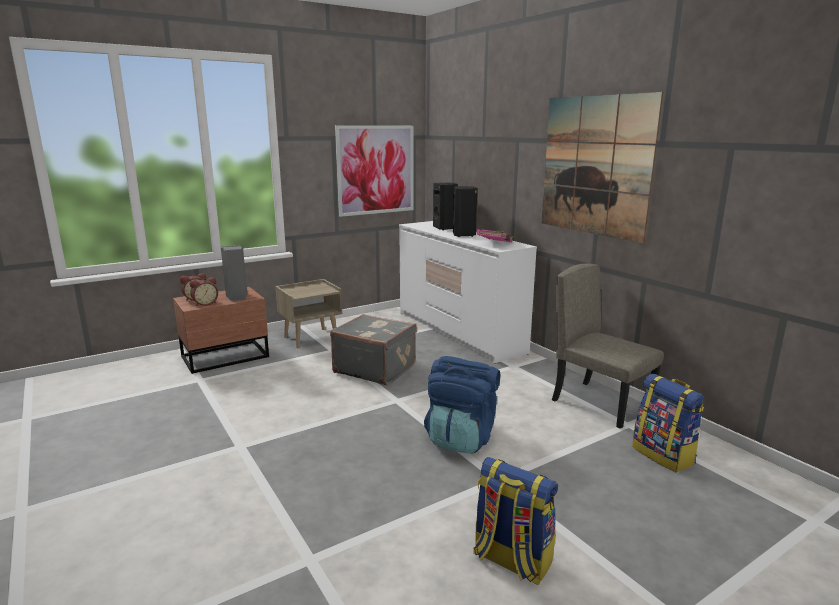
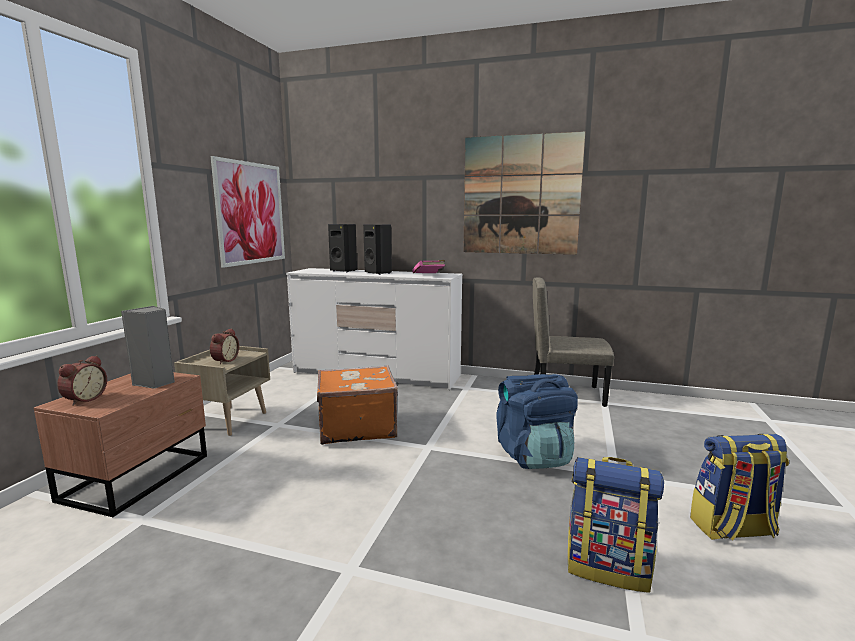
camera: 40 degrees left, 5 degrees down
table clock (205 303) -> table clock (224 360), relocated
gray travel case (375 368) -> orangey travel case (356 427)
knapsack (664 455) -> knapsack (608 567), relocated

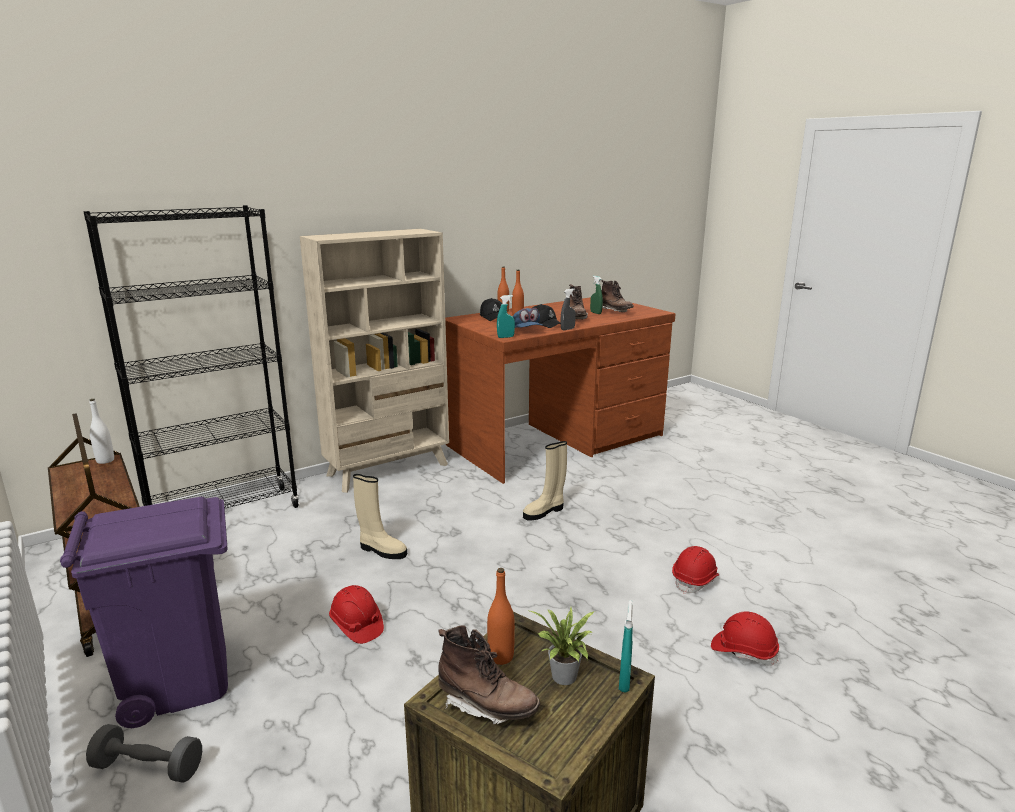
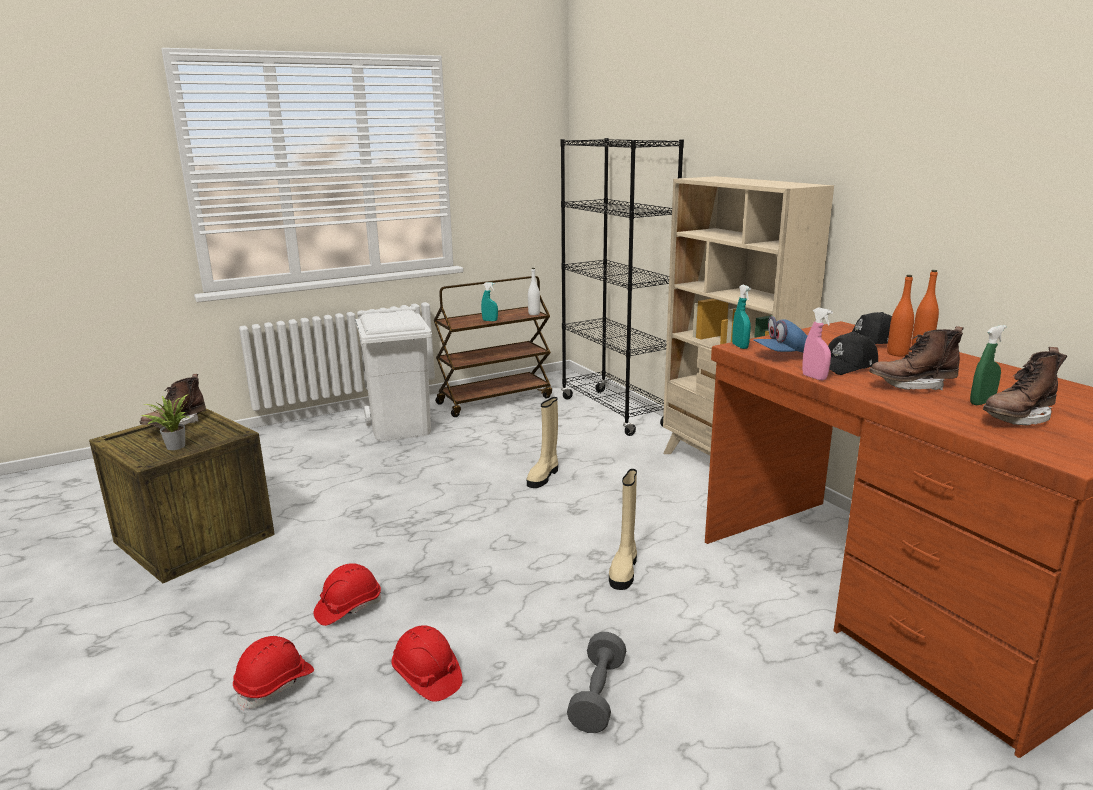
camera: 95 degrees right, 0 degrees up
red-coloured safety helmet (356 625) -> red-coloured safety helmet (348 608), relocated
purple trash can (179 681) -> white trash can (401 428)
blue-green spray bottle (624 682) -> blue-green spray bottle (490 320), relocated
gray free weight (148 767) -> gray free weight (598 696), relocated
sand-coloured tall boot (544 512) -> sand-coloured tall boot (624 570), 135 degrees counterclockwise
gray spray bottle (567 329) -> pink spray bottle (814 377)
orangey bottle (501 657) -> none

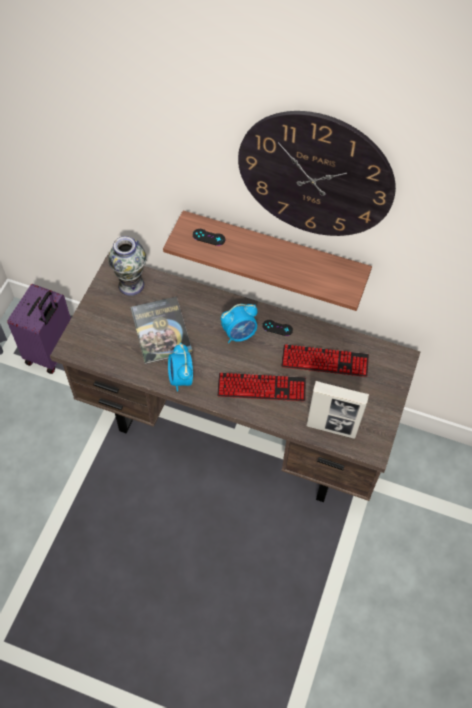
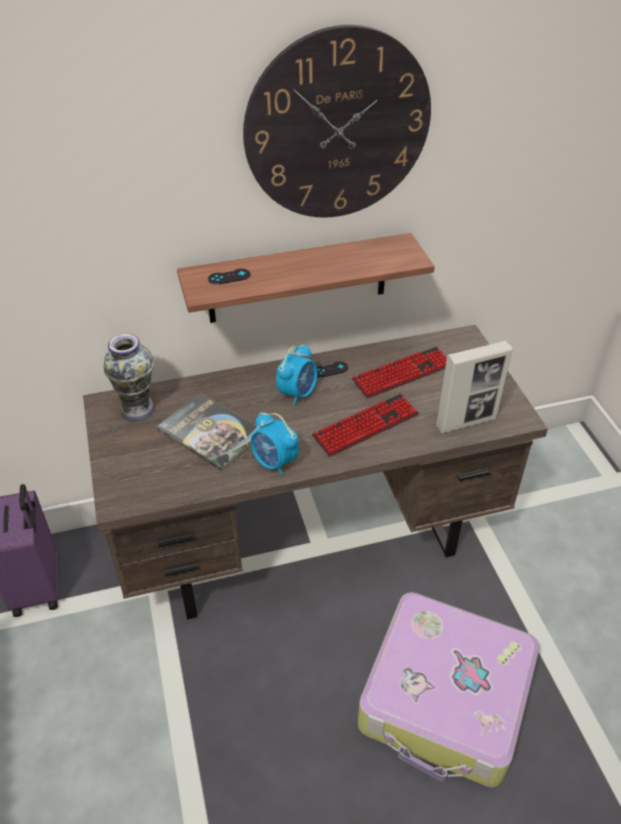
camera: 35 degrees left, 15 degrees down
none -> travel case (446 699)

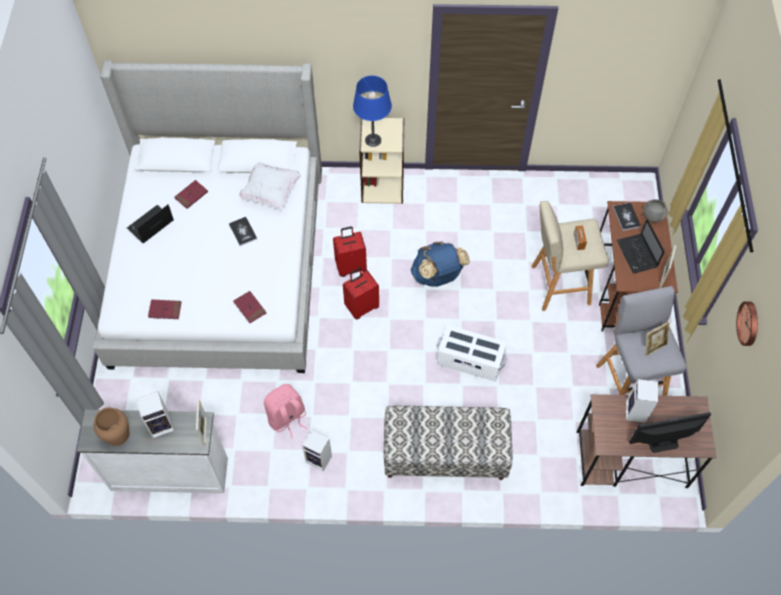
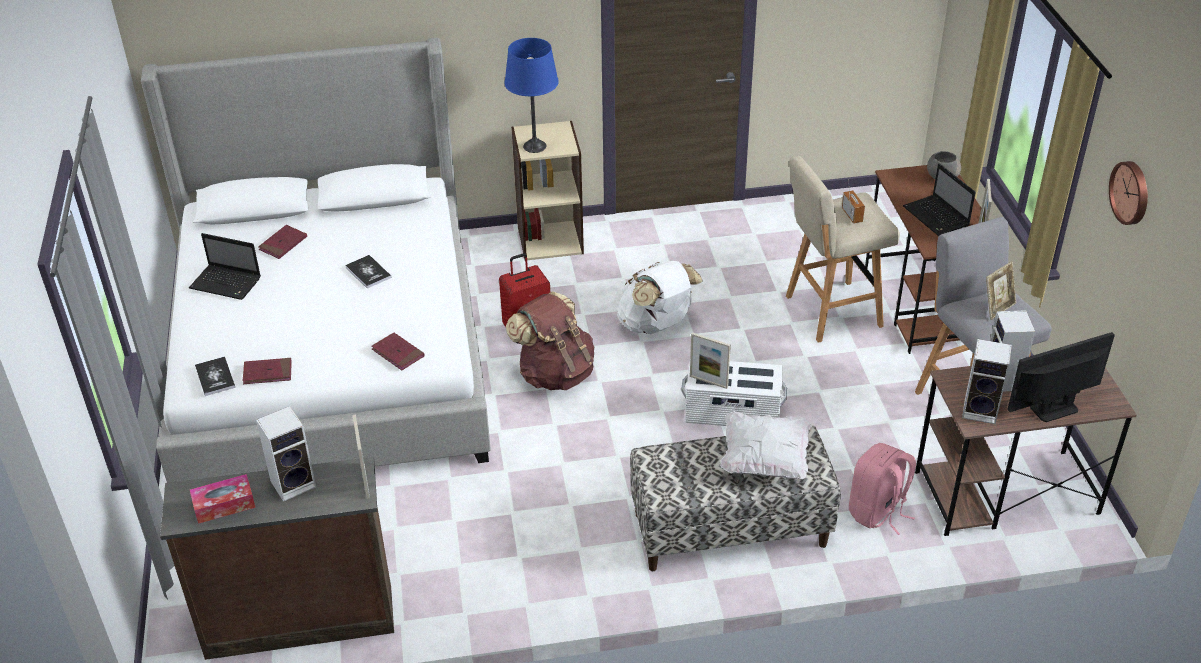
camera: 10 degrees left, 20 degrees down
white dresser (169 472) -> brown-coloured dresser (298 620)
notebook computer (150 226) -> notebook computer (227 283), 105 degrees counterclockwise
brown-coloured vase (117 434) -> box of tissues (224 505)
volume (626 217) -> volume (215 377), relocated
red-coloured travel case (361 306) -> brown-coloured knapsack (555 373)
blue knapsack (437 276) -> white knapsack (656 325)
none -> standing frame (708 382)
white throw pillow (271 192) -> white throw pillow (764 460), relocated
pink knapsack (287 418) -> pink knapsack (877 512), relocated
audio speaker (320 459) -> audio speaker (981 410), relocated

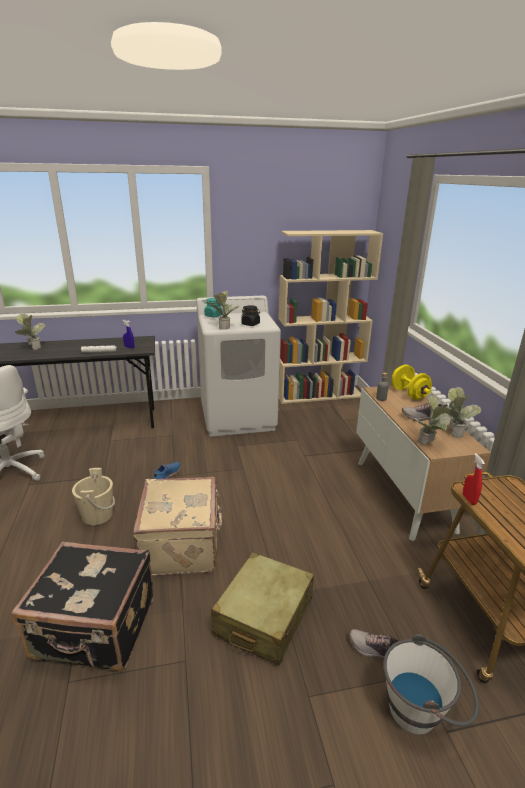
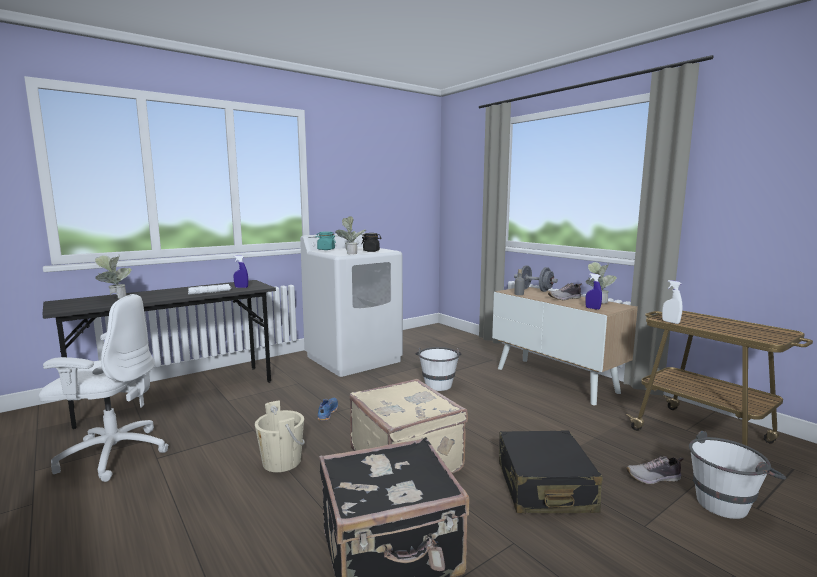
camera: 25 degrees left, 15 degrees down
none -> white water bucket (438 383)
sand-coloured travel case (263 617) -> blackish travel case (544 486)
yellow-coloured free weight (409 394) -> gray free weight (534 290)
potted plant (428 444) -> blue spray bottle (592 308)
red-coloured spray bottle (469 499) -> white spray bottle (670 322)
sand-coloured shelving unit (319 395) -> none

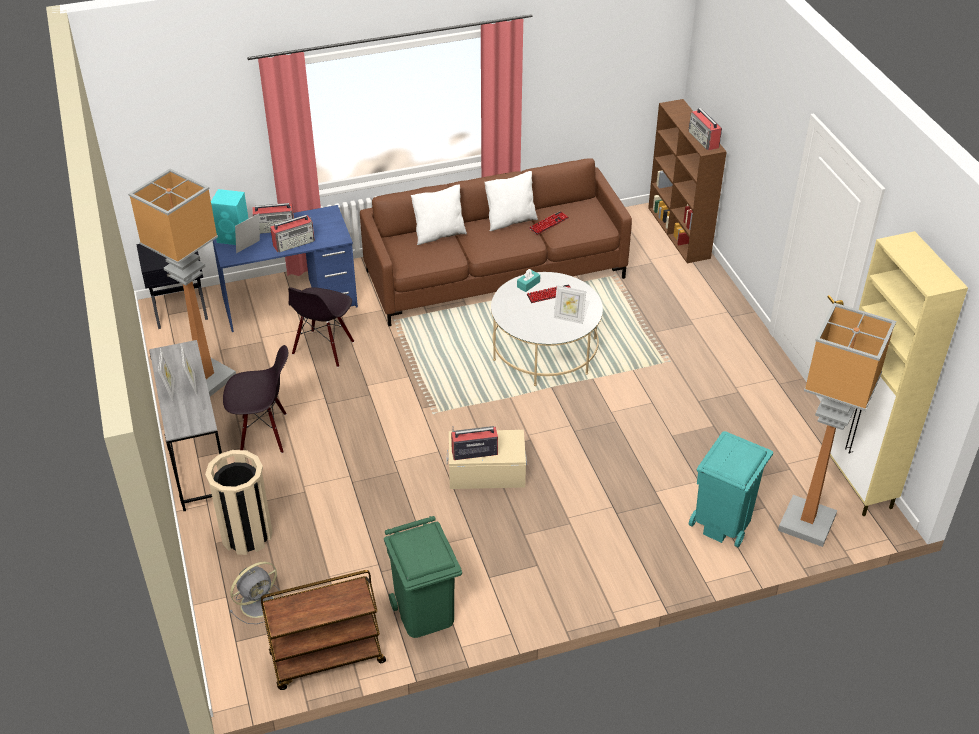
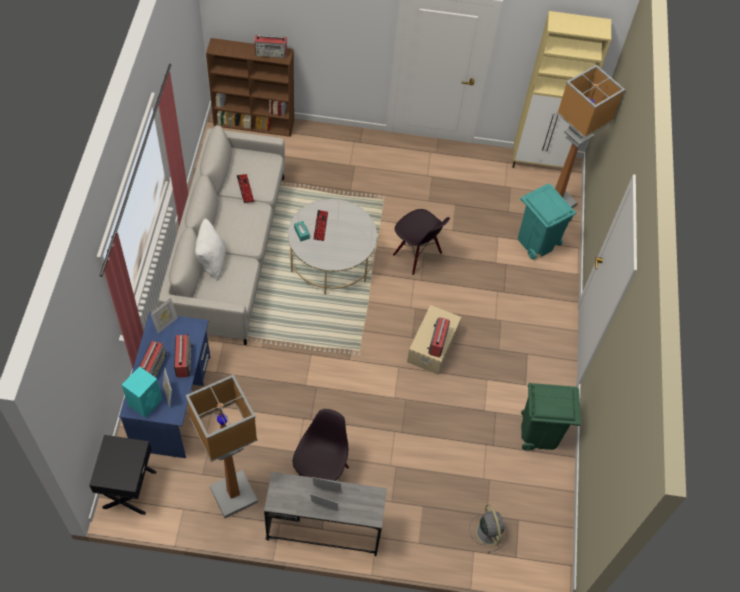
camera: 70 degrees left, 15 degrees up
standing frame (569 318) -> standing frame (166 324), relocated
brown-coloured sofa (495 275) -> gray sofa (229 252)
blackish chair (324 348) -> blackish chair (417 254), relocated
sand-coloured trash can (246 535) -> none
brown-coloured wheeled cart (326 659) -> none
white throw pillow (510 220) -> none

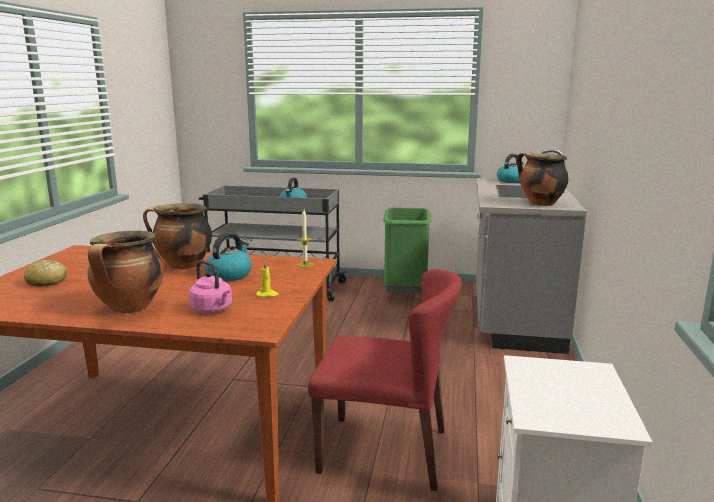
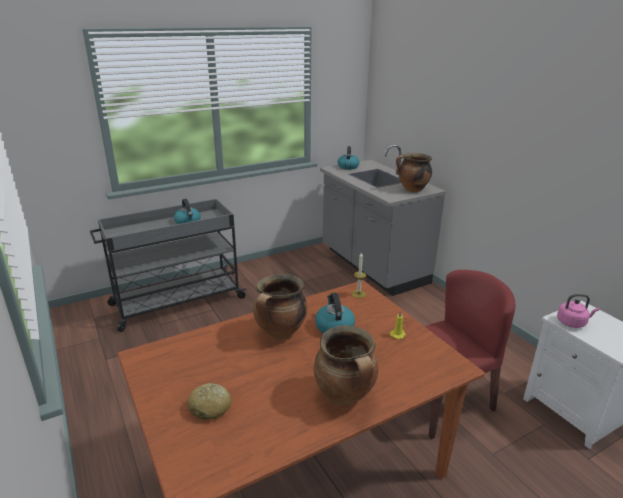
camera: 40 degrees left, 10 degrees up
pink water kettle (213 310) -> pink water kettle (572 322), relocated
greenish trash can (405 295) -> none

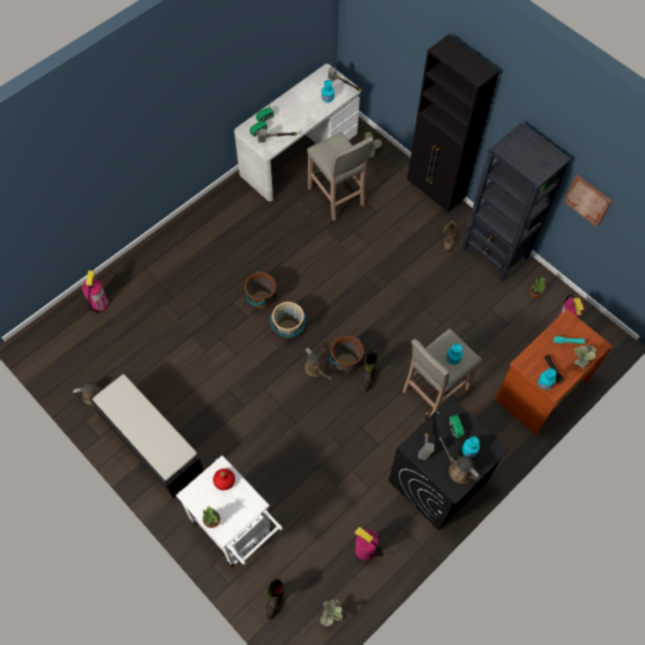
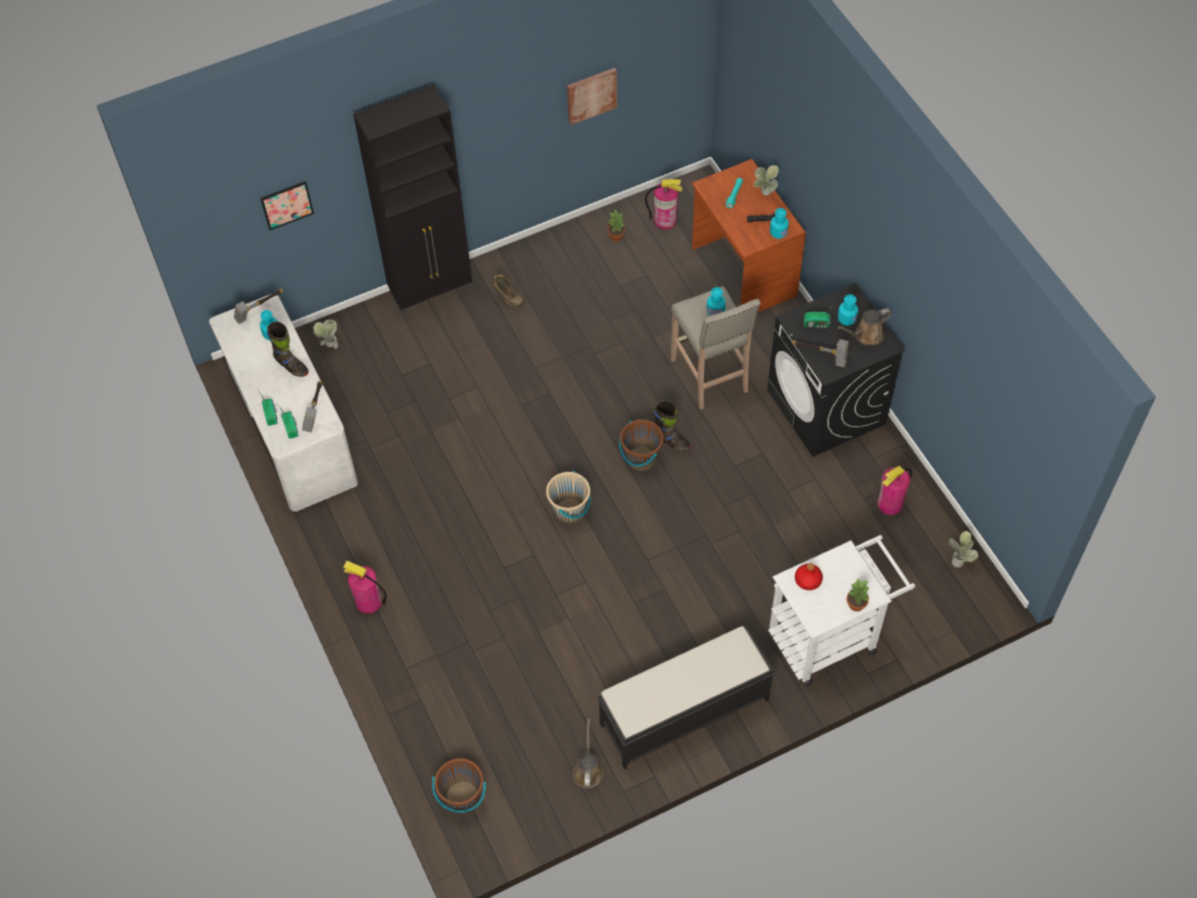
camera: 70 degrees left, 5 degrees down
none -> wall art (287 205)
blackish tall boot (274 602) -> blackish tall boot (291 366), relocated
extinguisher (99 304) -> extinguisher (368 602), relocated
brown-coloured water bucket (261 299) -> brown-coloured water bucket (462 797), relocated
brown-coloured sprinkling can (316 369) -> none
sand-coloured sitting stool (336 197) -> none
blackish shelving unit (495 254) -> none

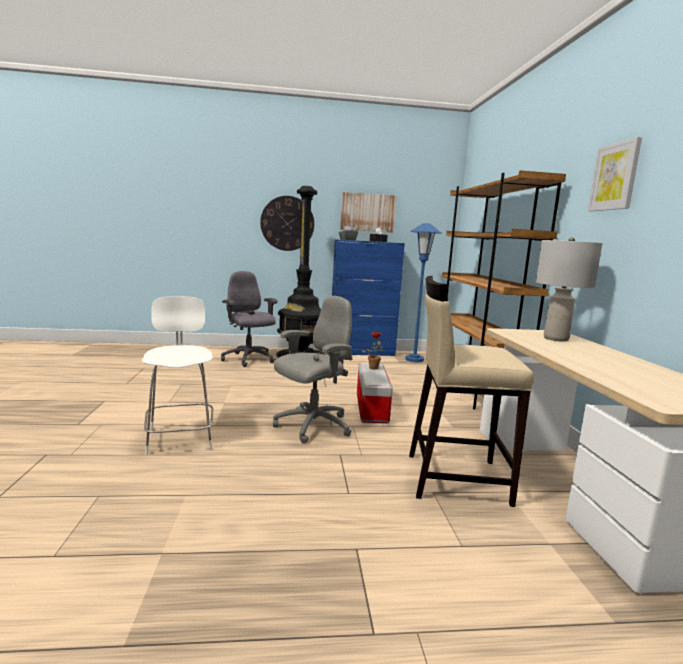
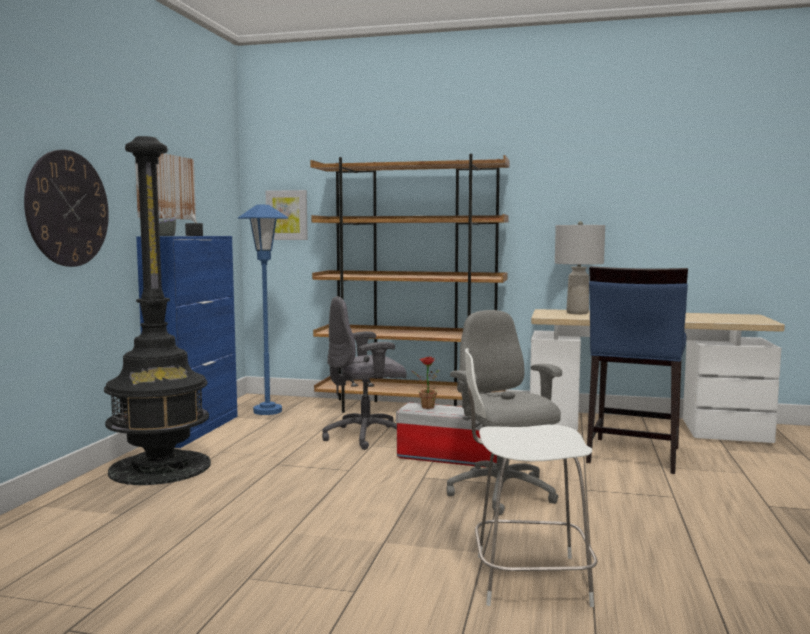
camera: 70 degrees left, 5 degrees down
wall art (615 177) -> wall art (287 215), relocated
gray office chair (248 359) -> gray office chair (366 436), relocated
sand-coloured sitting stool (455 478) -> blue sitting stool (632 455)

